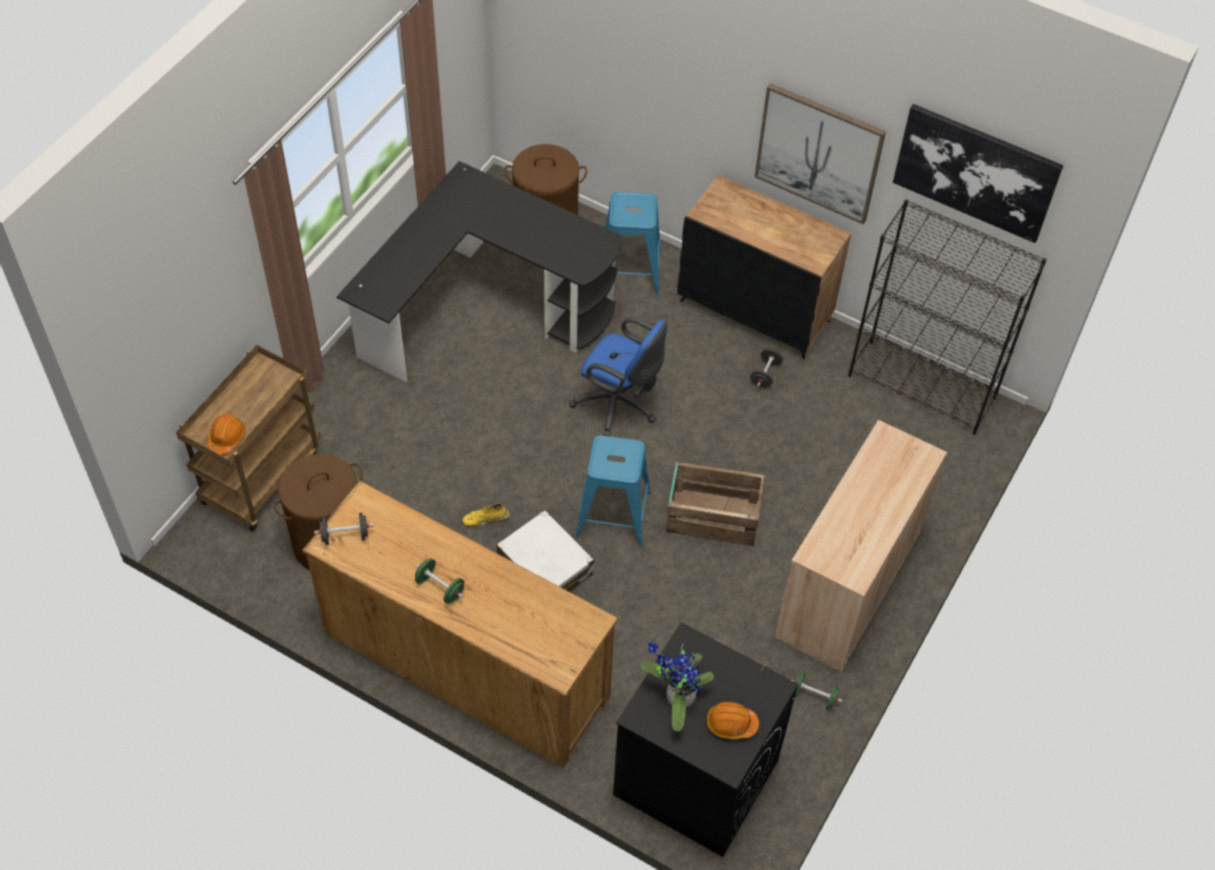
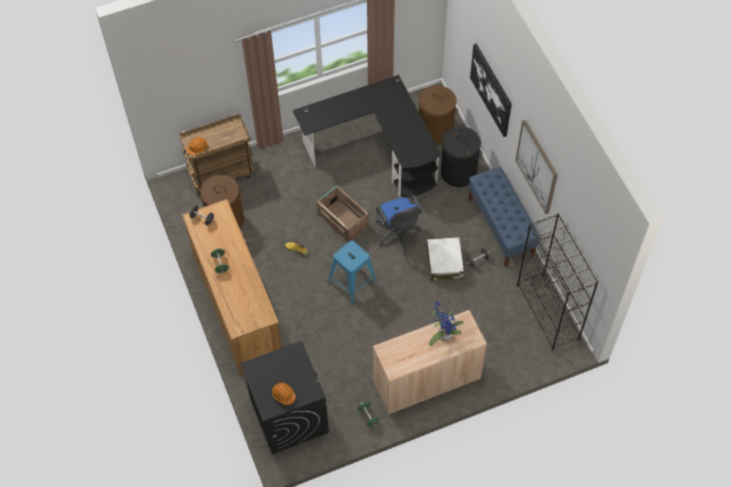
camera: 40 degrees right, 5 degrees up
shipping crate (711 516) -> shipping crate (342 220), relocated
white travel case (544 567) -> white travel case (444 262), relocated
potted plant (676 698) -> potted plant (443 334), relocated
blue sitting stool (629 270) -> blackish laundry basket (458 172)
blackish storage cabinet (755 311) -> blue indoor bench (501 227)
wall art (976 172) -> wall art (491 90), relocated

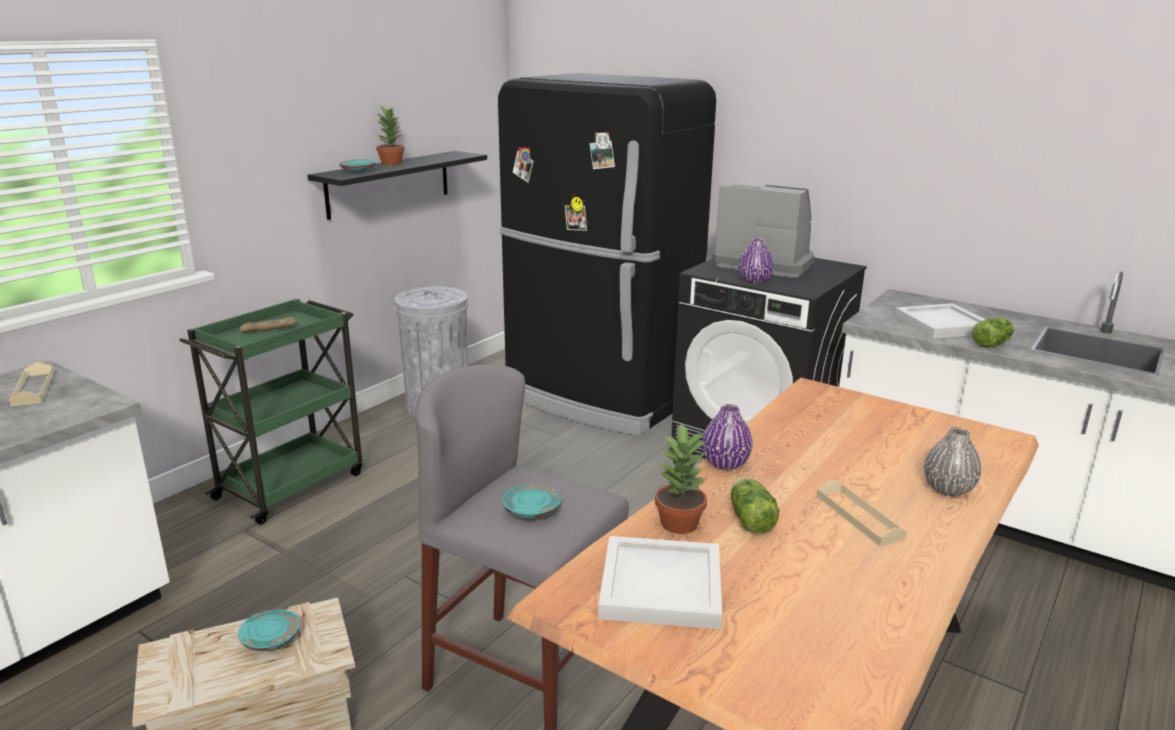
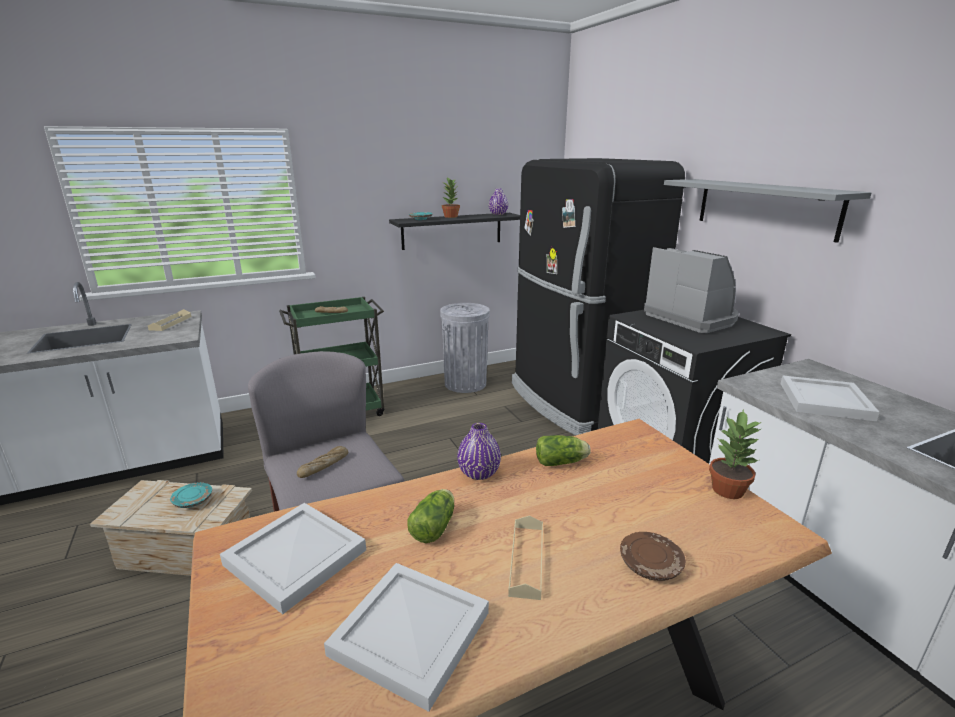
camera: 30 degrees right, 0 degrees up
blue-green plate (531 510) -> bread (324 466)
none -> white serving tray (413 632)
purple vase (754 281) -> purple vase (498 214), relocated
head of lettuce (993 343) -> head of lettuce (562 462), relocated
gray vase (948 489) -> brown-coloured plate (650 564)
none -> gray wall shelf (765 207)
potted plant (680 523) -> potted plant (728 490), relocated

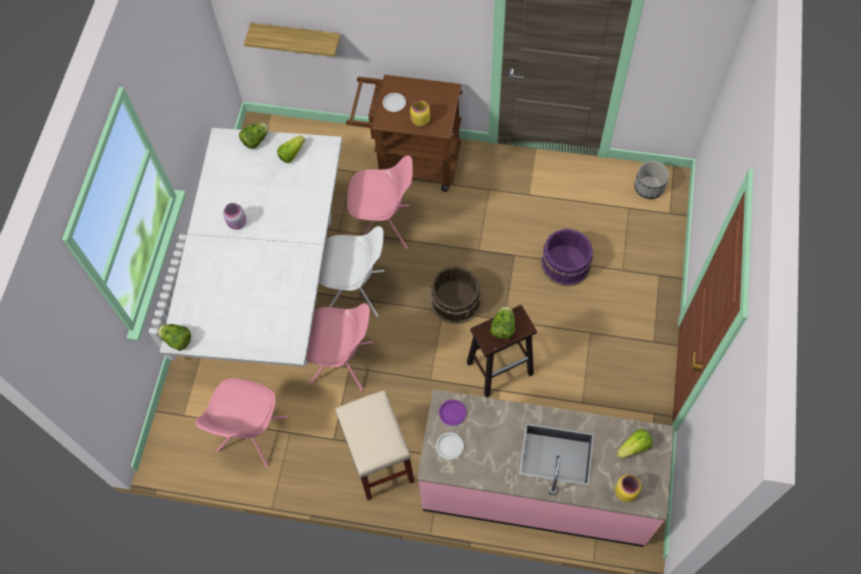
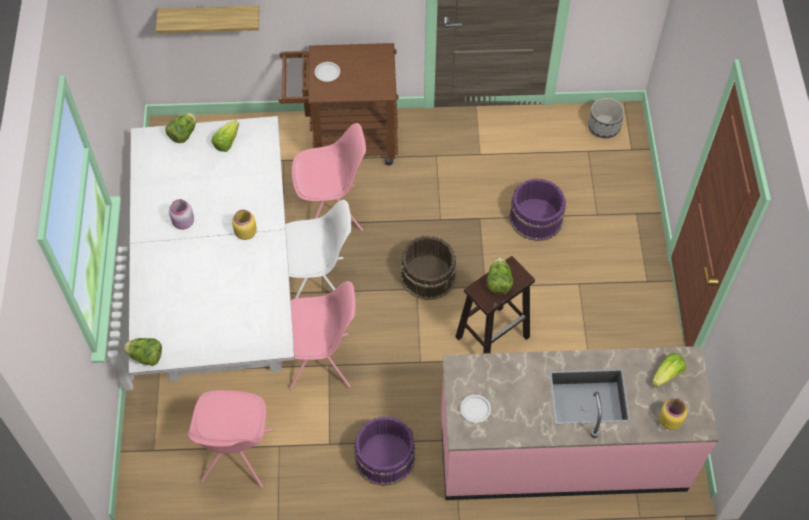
camera: 15 degrees left, 5 degrees down
yellow-coloured preserve jar (420 121) -> yellow-coloured preserve jar (245 233), relocated
sand-coloured sitting stool (378 460) -> purple water bucket (384 457)
purple plate (452 413) -> none

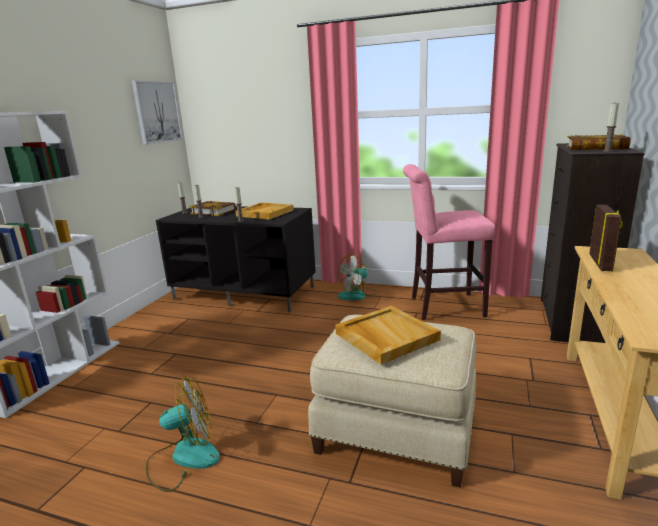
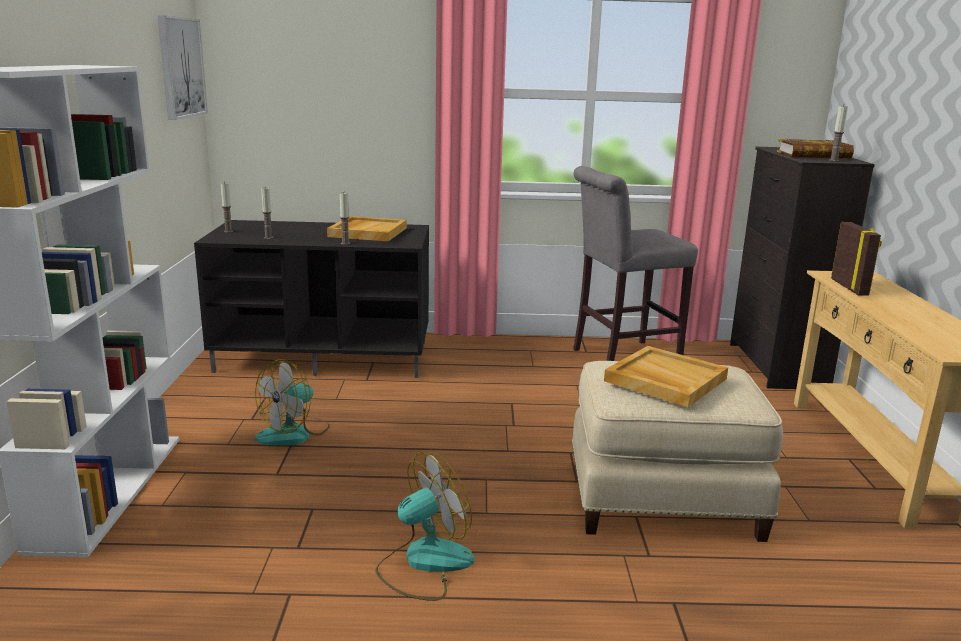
camera: 20 degrees left, 0 degrees up
electric fan (357 295) -> electric fan (294 433), relocated
pink sitting stool (442 307) -> gray sitting stool (620 359)
volume (213 211) -> none

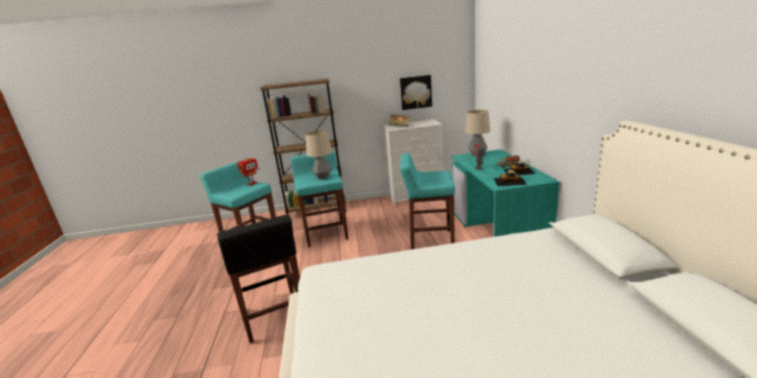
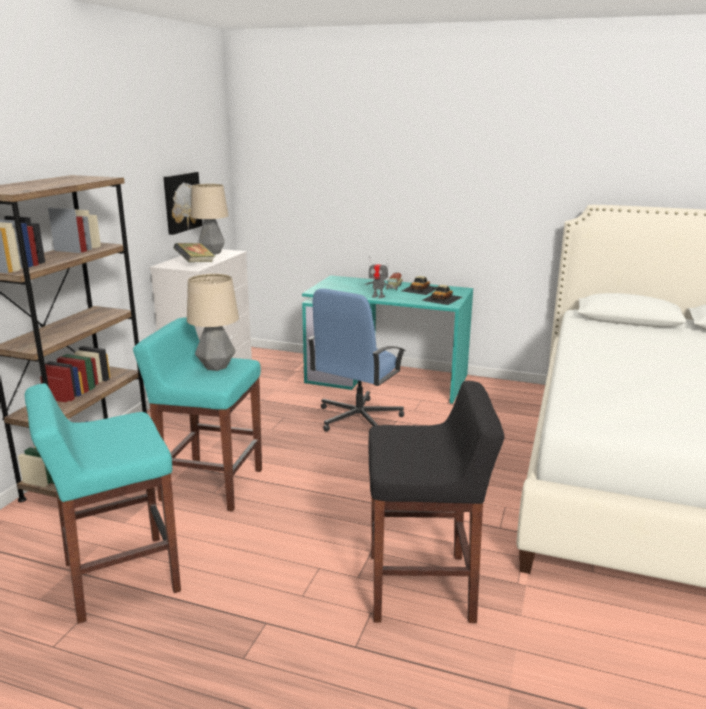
camera: 65 degrees left, 0 degrees up
table lamp (477 155) -> table lamp (212 253), relocated
blue-green sitting stool (430 241) -> blue office chair (357 418)
robot figure (251 183) -> none

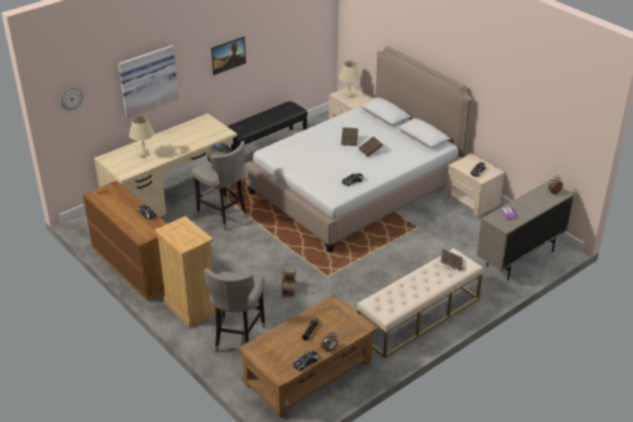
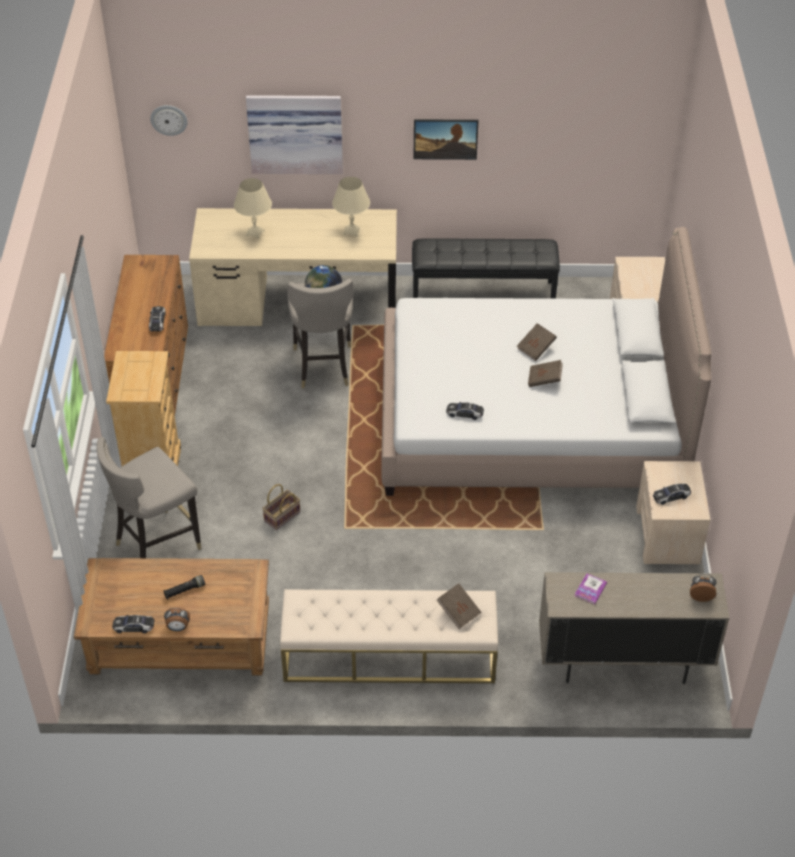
camera: 40 degrees right, 10 degrees up
sand-coloured table lamp (349 95) -> sand-coloured table lamp (351 231), relocated

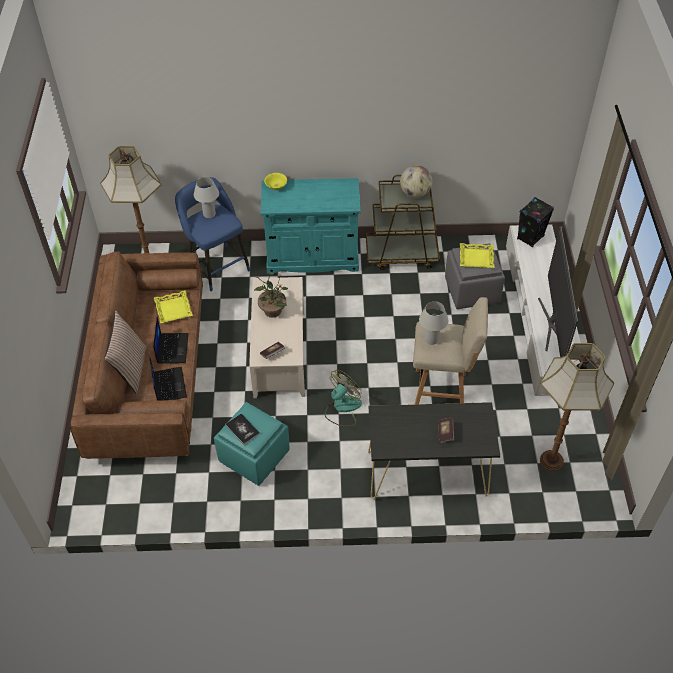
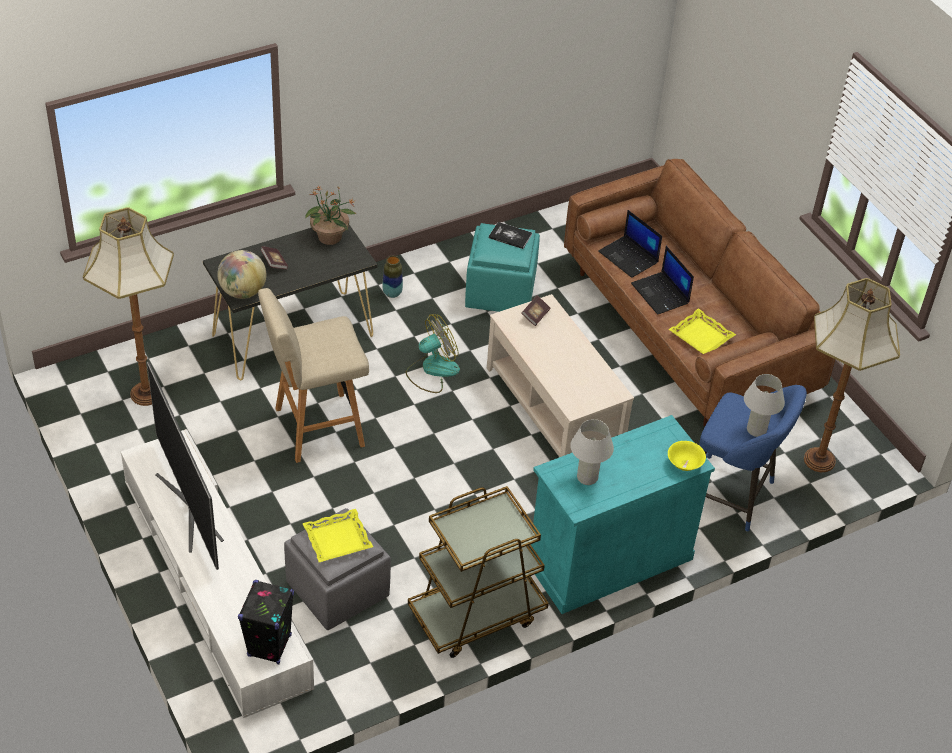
camera: 150 degrees right, 5 degrees down
desk globe (415 193) -> desk globe (242 291), relocated
potted plant (272 310) -> potted plant (330 237), relocated
none -> vase (392 293)
electric fan (342 408) -> electric fan (432 370), 135 degrees counterclockwise
white table lamp (431 339) -> white table lamp (587 477), relocated
throw pillow (131 369) -> none

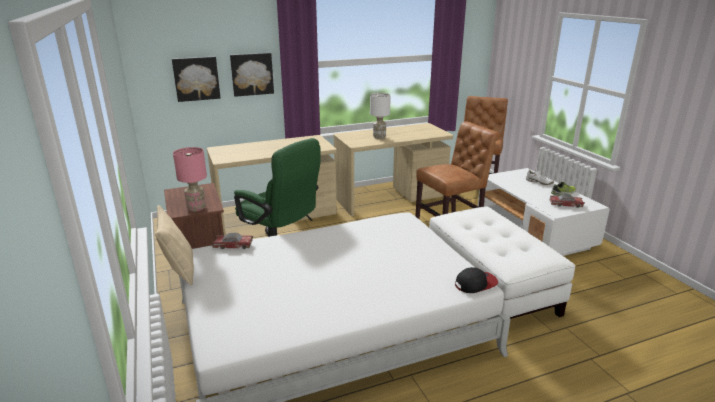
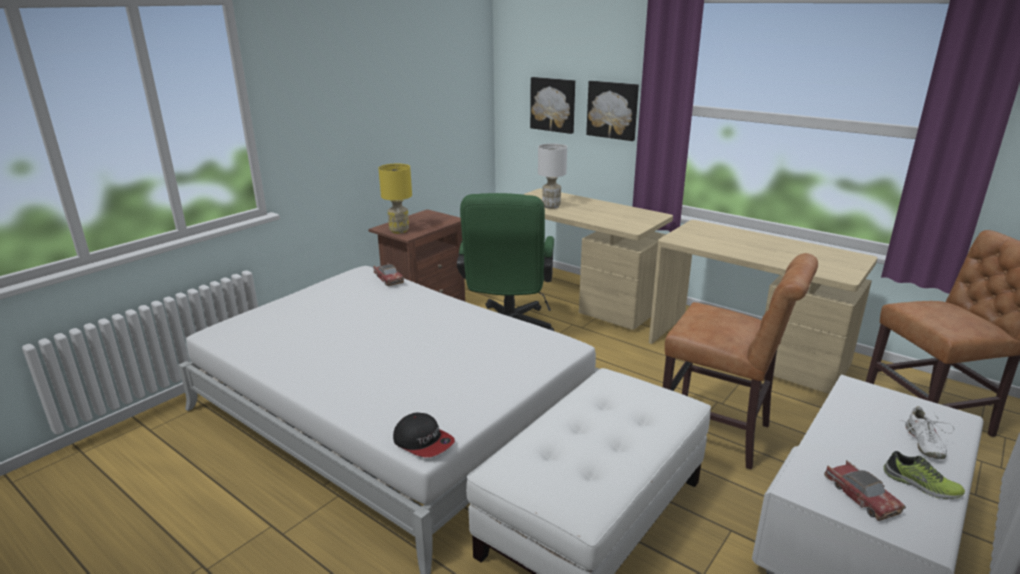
camera: 60 degrees right, 0 degrees up
pink table lamp (196 208) -> yellow-coloured table lamp (399 231)
white table lamp (379 137) -> white table lamp (550 206), relocated
sand-coloured throw pillow (179 270) -> none

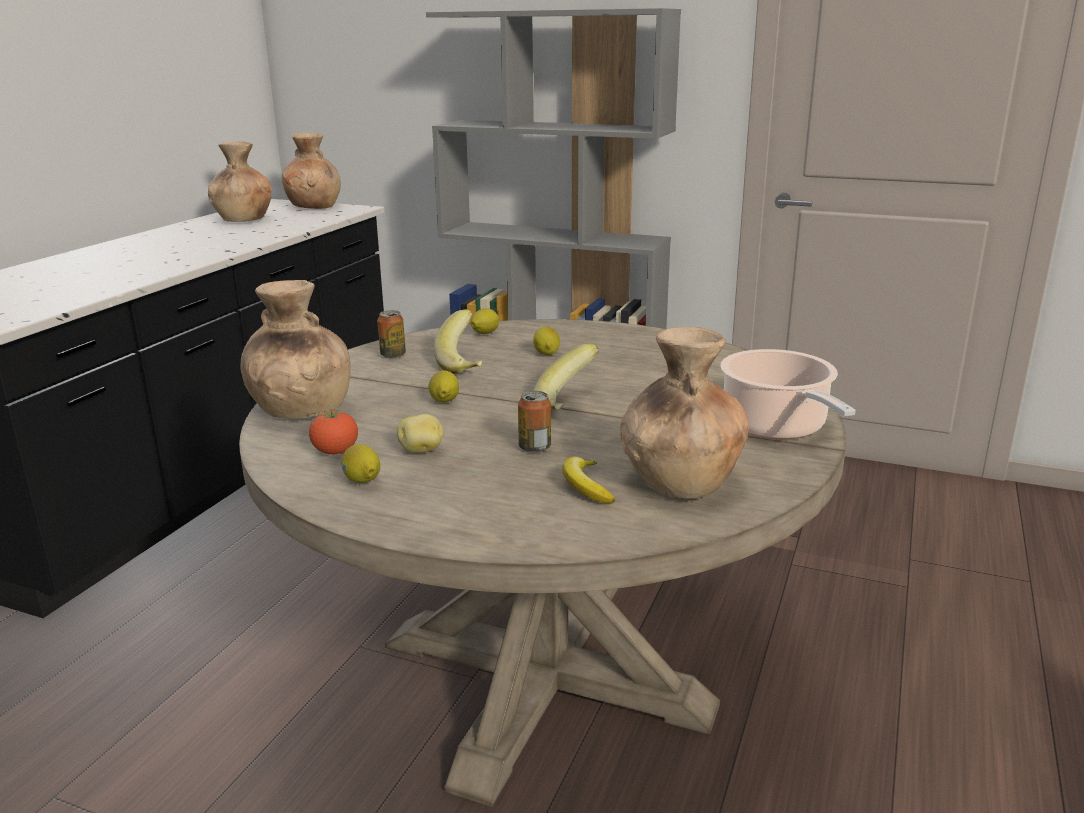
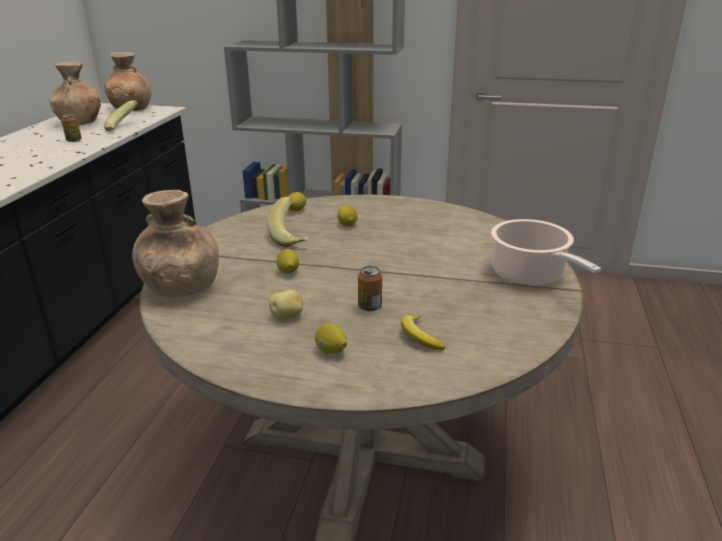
camera: 10 degrees left, 5 degrees up
metal can (393 355) -> metal can (74 140), relocated
banana fruit (569 403) -> banana fruit (124 128), relocated
lemon (362 481) -> lemon (331 351), relocated
fresh tomato (335 452) -> none
brown-coloured vase (680 480) -> none

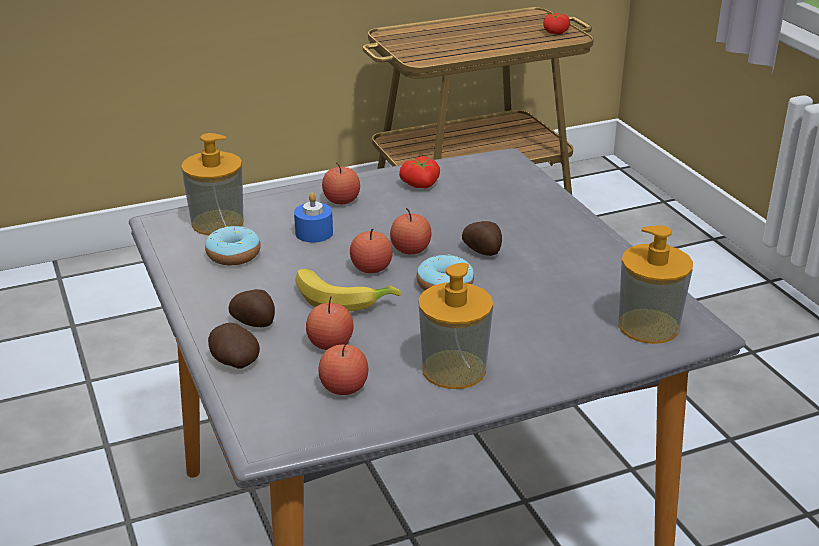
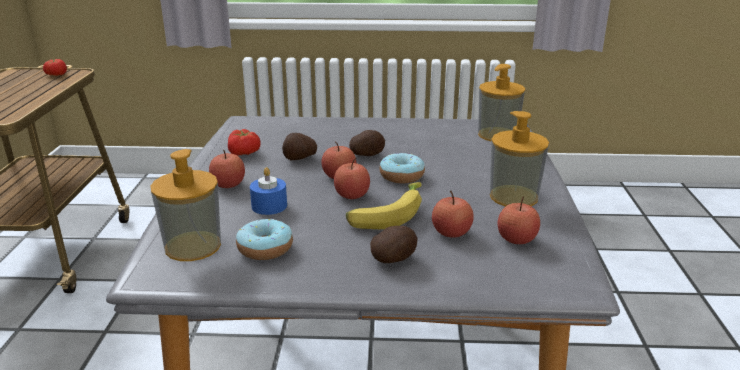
camera: 65 degrees left, 5 degrees down
potato (233 362) -> potato (299 158), relocated

